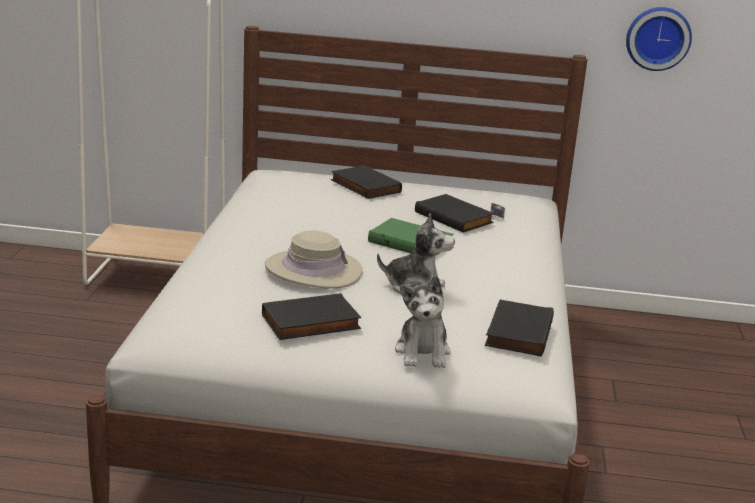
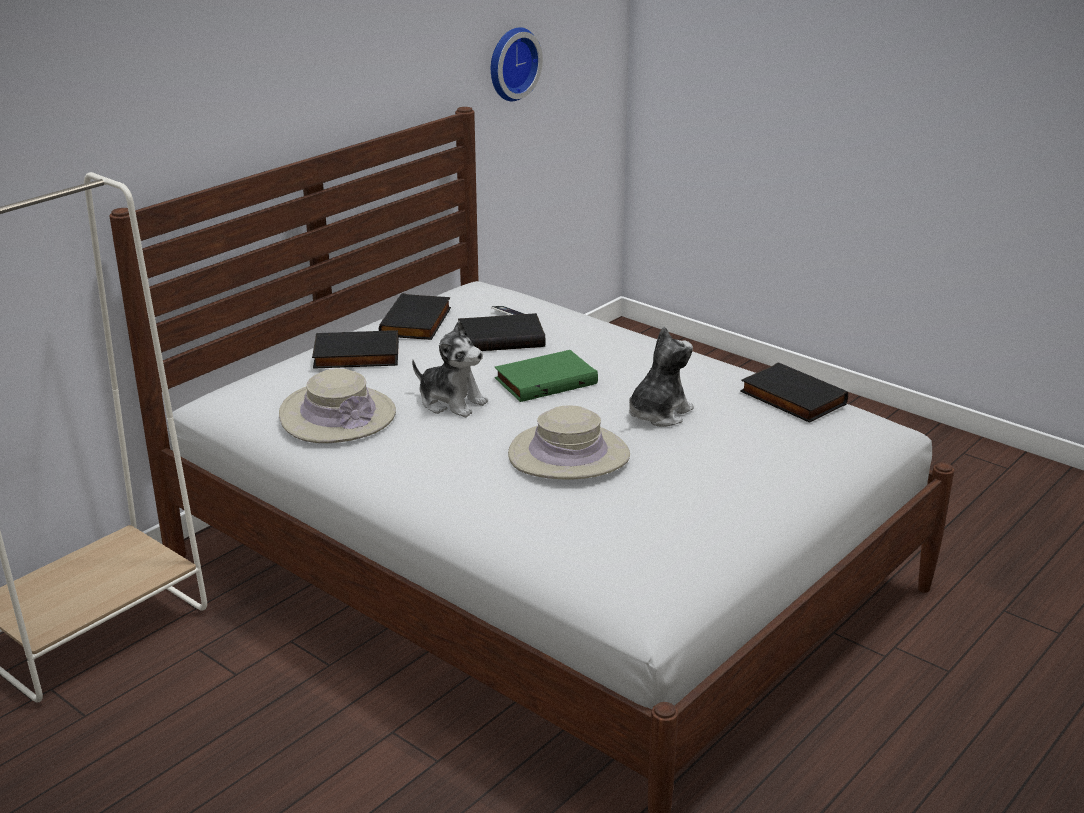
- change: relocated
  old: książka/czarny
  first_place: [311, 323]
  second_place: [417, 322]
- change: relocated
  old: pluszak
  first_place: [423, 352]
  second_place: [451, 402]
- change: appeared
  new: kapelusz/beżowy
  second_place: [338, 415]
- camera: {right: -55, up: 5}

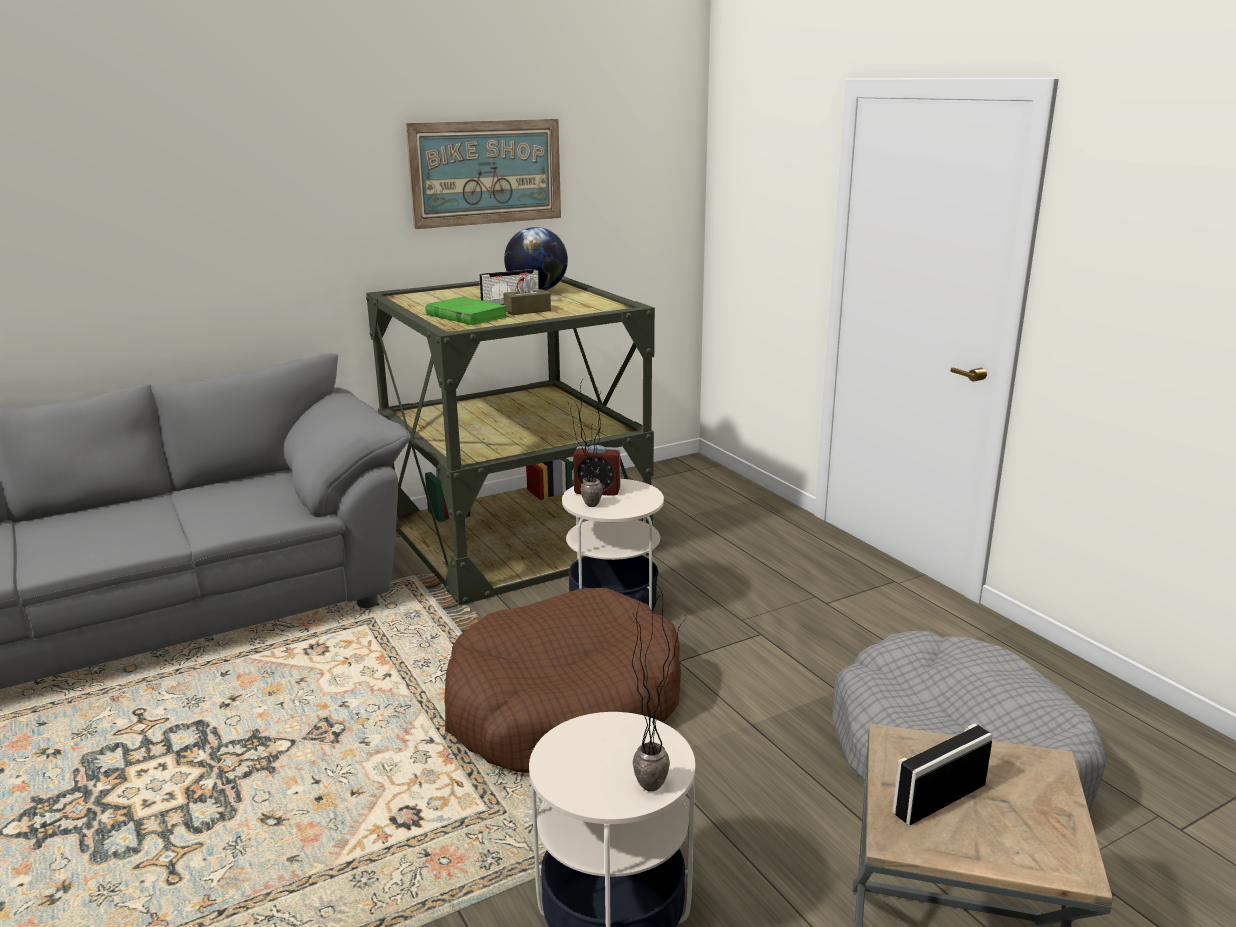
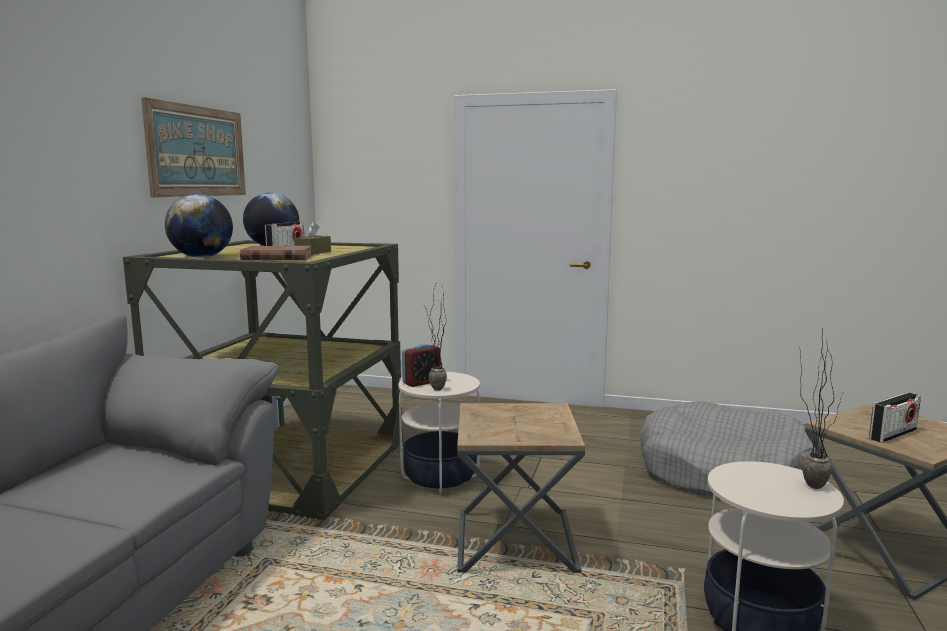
- change: colour
  old: książka/zielony
  new: książka/brązowy
  first_place: [466, 316]
  second_place: [277, 258]
- change: exchanged
  old: legowisko/brązowy
  new: stolik/brązowy
  first_place: [564, 706]
  second_place: [515, 541]
- change: spun
  old: radio
  first_place: [939, 799]
  second_place: [893, 434]
  degrees: -135
- change: appeared
  new: globus
  second_place: [202, 257]
- camera: {right: -45, up: -10}

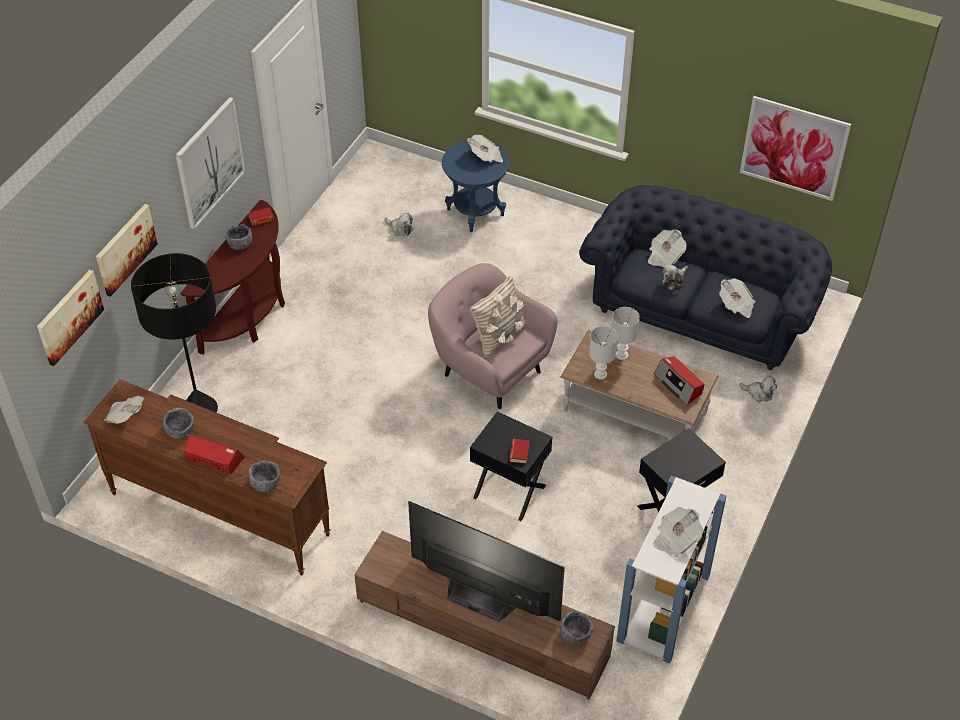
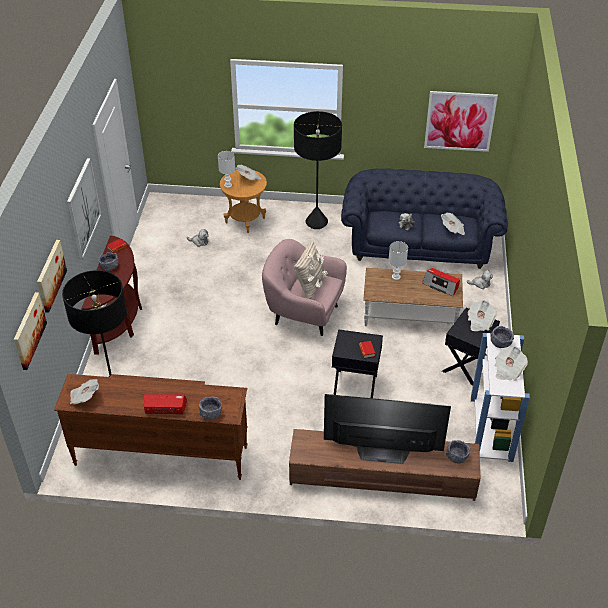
- change: relocated
  old: miska/szary
  first_place: [180, 430]
  second_place: [500, 342]
- change: colour
  old: stolik/niebieski
  new: stolik/brązowy
  first_place: [475, 212]
  second_place: [245, 220]
- change: relocated
  old: lampa stołowa/biały
  first_place: [601, 374]
  second_place: [228, 185]
- change: relocated
  old: gazeta
  first_place: [664, 256]
  second_place: [480, 322]
- change: appeared
  new: lampa stojąca/czarny
  second_place: [316, 223]
- camera: {right: -20, up: -5}

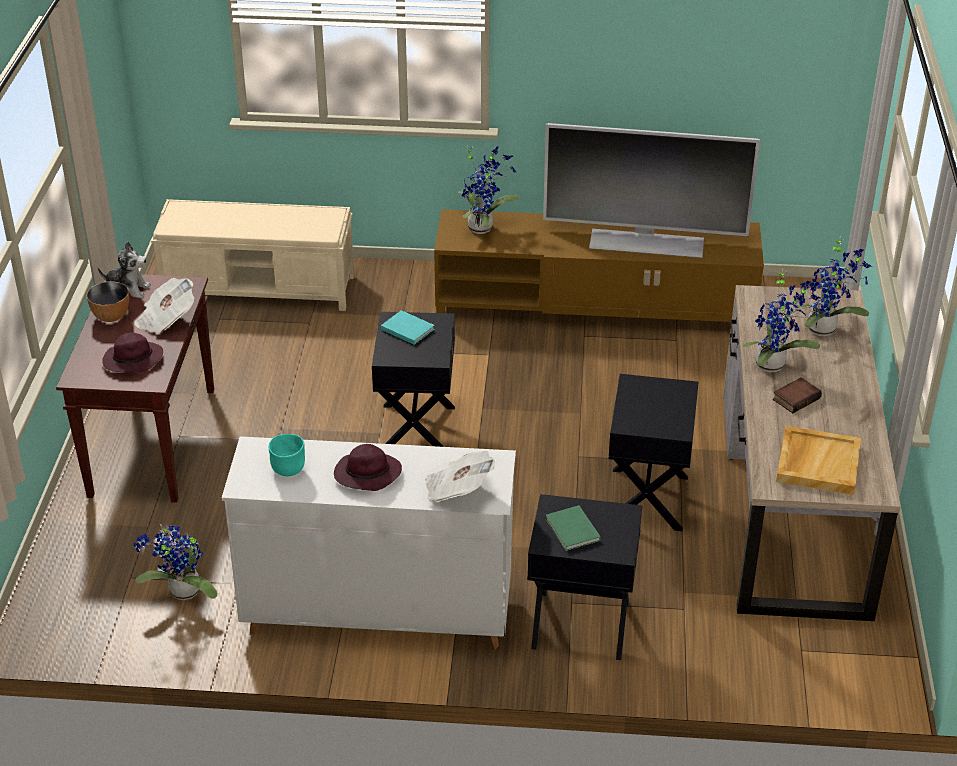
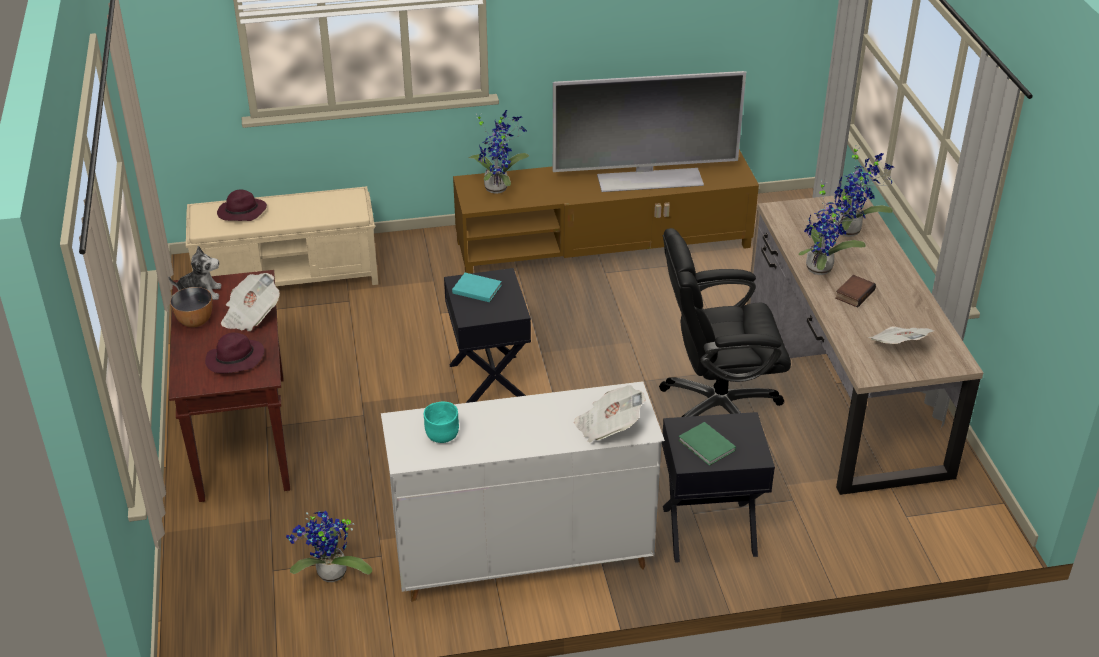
- change: relocated
  old: kapelusz/fioletowy
  first_place: [366, 475]
  second_place: [241, 213]
- change: exchanged
  old: stolik/czarny
  new: krzesło biurowe/czarny
  first_place: [645, 499]
  second_place: [718, 408]
- change: exchanged
  old: taca/beżowy
  new: gazeta
  first_place: [817, 463]
  second_place: [898, 347]
- camera: {right: -15, up: 0}

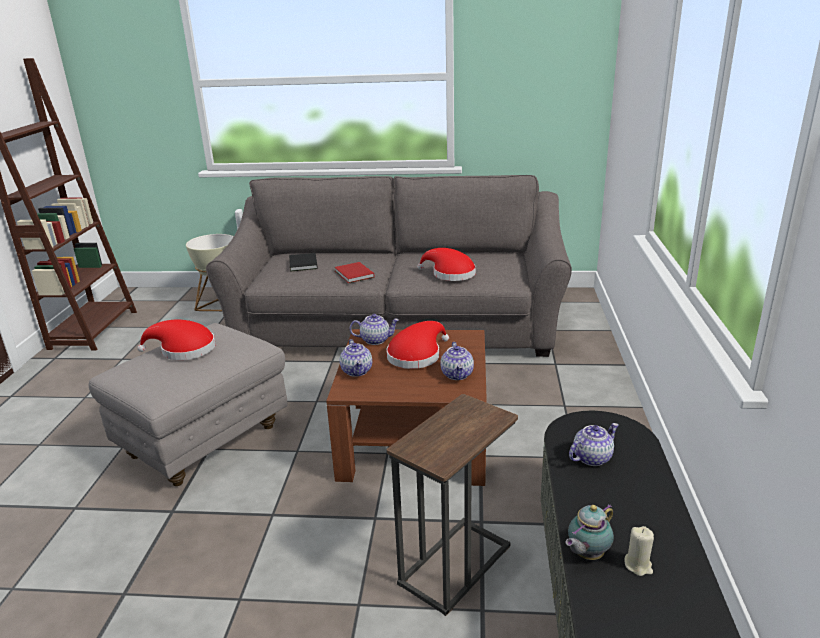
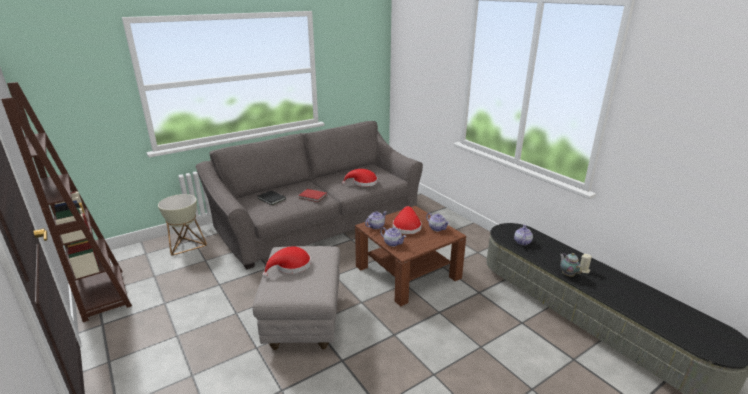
- change: missing
  old: stolik/brązowy
  first_place: [455, 566]
- change: spun
  old: imbryk
  first_place: [586, 554]
  second_place: [567, 274]
  degrees: 150
- camera: {right: -40, up: 0}

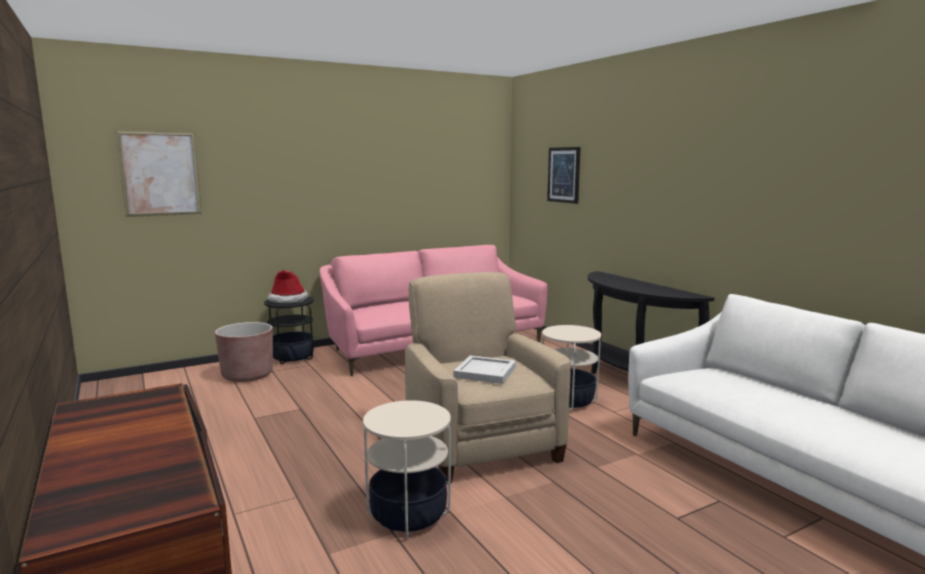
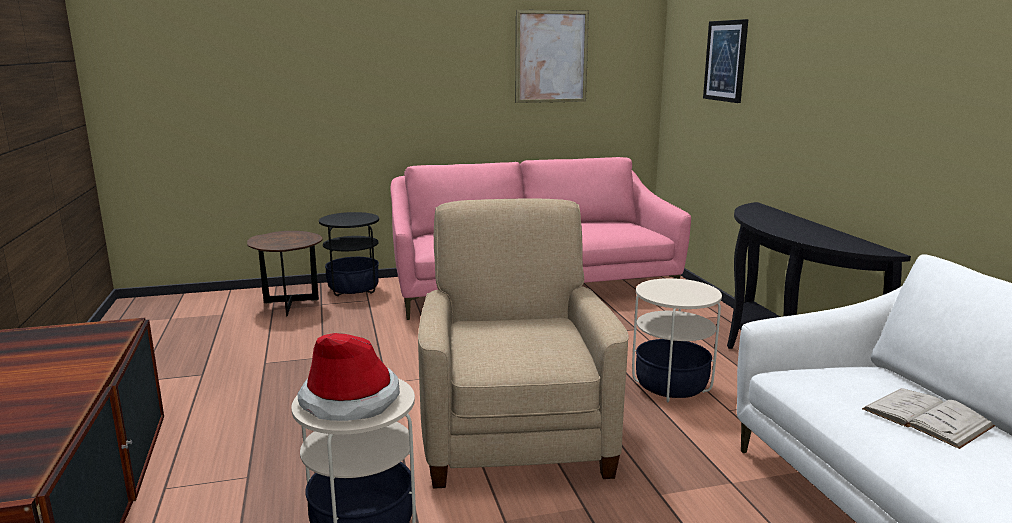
- change: relocated
  old: obraz
  first_place: [160, 174]
  second_place: [551, 57]
- change: exchanged
  old: donica/brązowy
  new: stolik/brązowy
  first_place: [247, 375]
  second_place: [290, 307]
- change: relocated
  old: kapelusz
  first_place: [288, 300]
  second_place: [350, 400]
- change: missing
  old: taca/biały
  first_place: [484, 372]
- change: appeared
  new: książka/biały
  second_place: [926, 417]
- camera: {right: 15, up: 5}

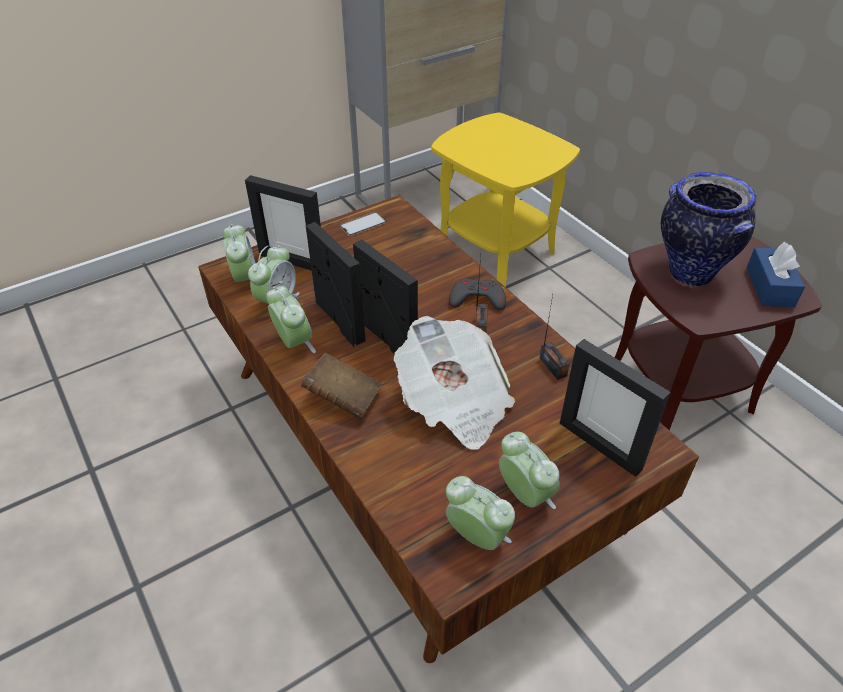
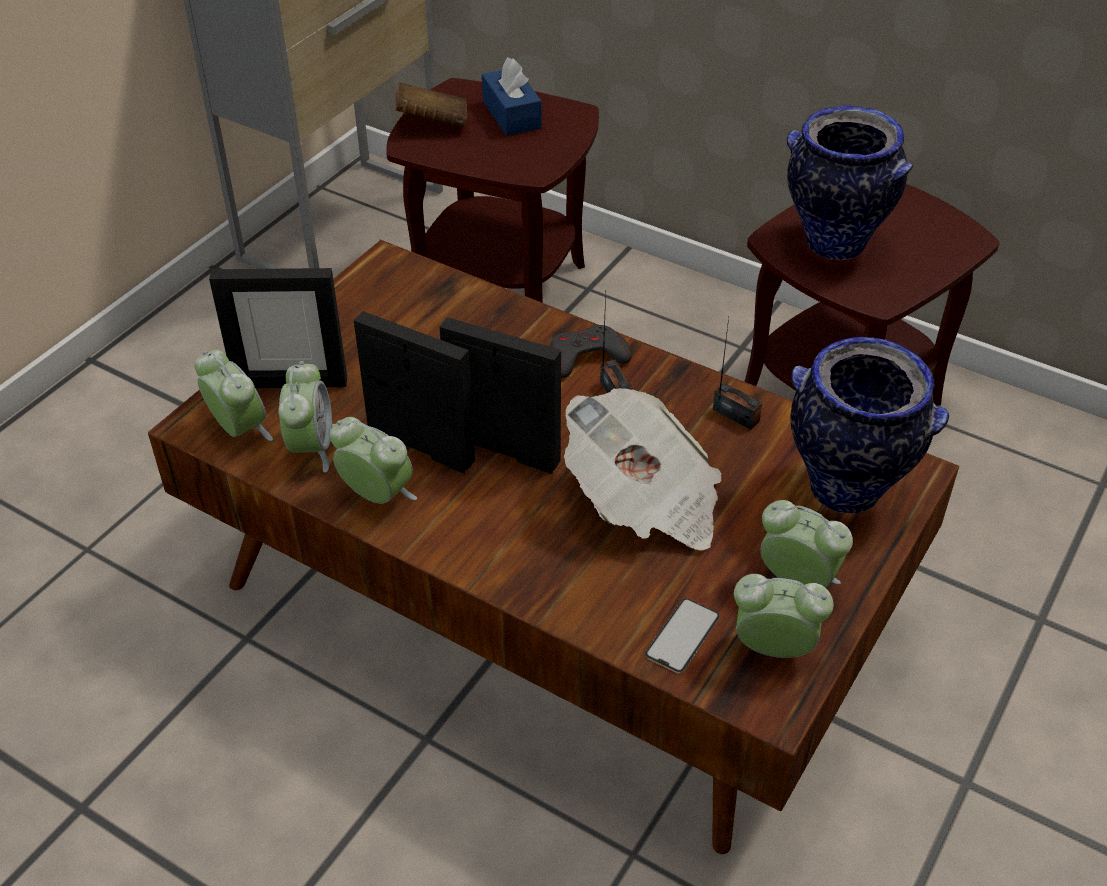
- change: relocated
  old: książka/brązowy
  first_place: [343, 398]
  second_place: [432, 123]
- change: relocated
  old: telefon
  first_place: [363, 224]
  second_place: [682, 636]
- change: colour
  old: stolik/żółty
  new: stolik/brązowy
  first_place: [496, 250]
  second_place: [500, 284]
- change: exchanged
  old: ramka na zdjęcie
  new: wazon
  first_place: [601, 444]
  second_place: [847, 490]
- change: relocated
  old: pudełko chusteczek/niebieski
  first_place: [769, 287]
  second_place: [511, 114]
- camera: {right: -25, up: 0}

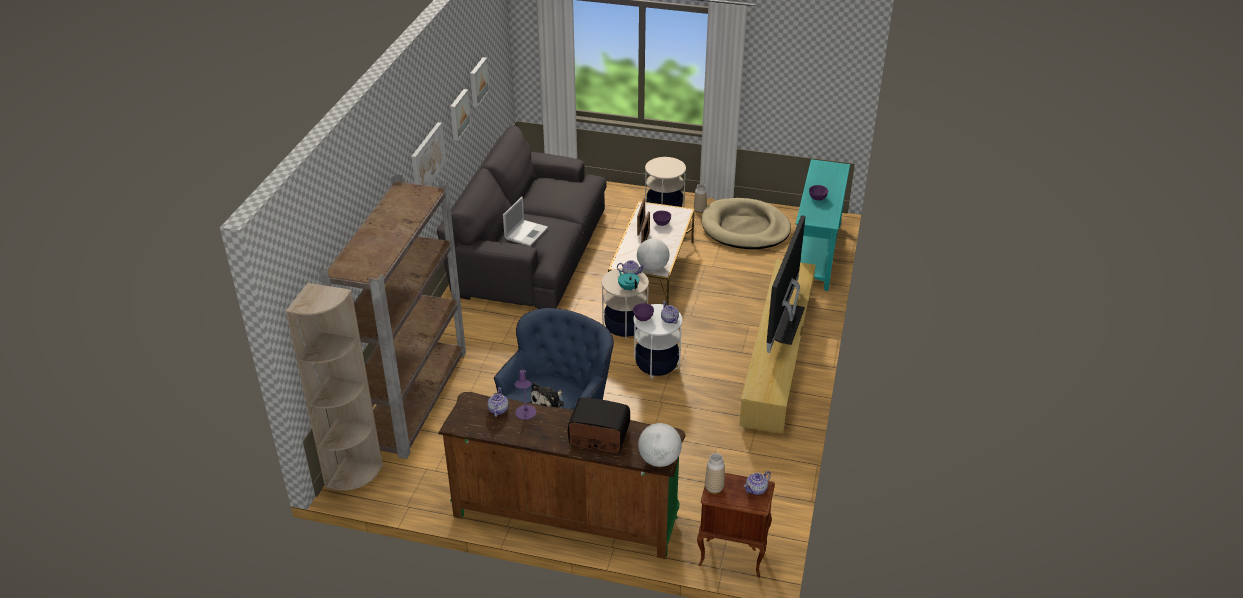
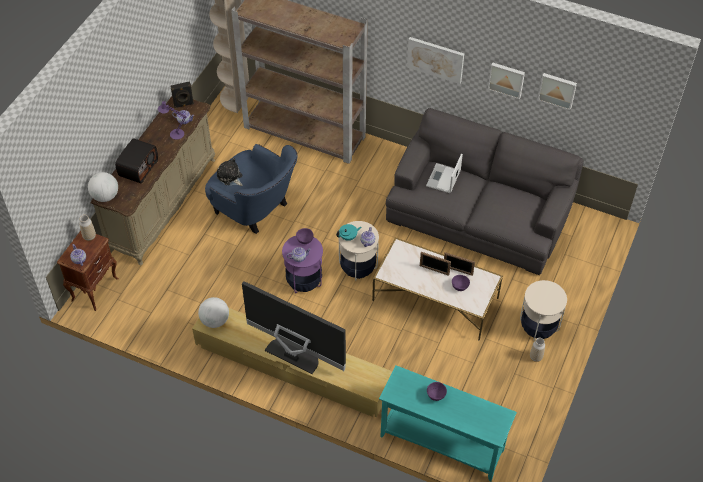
- change: colour
  old: szafka/zielony
  new: szafka/beżowy
  first_place: [566, 515]
  second_place: [164, 205]
- change: spun
  old: laptop
  first_place: [526, 233]
  second_place: [443, 179]
  degrees: 75
- change: colour
  old: stolik/biały
  new: stolik/fioletowy
  first_place: [656, 366]
  second_place: [304, 280]
- change: relocated
  old: globus
  first_place: [652, 268]
  second_place: [215, 320]
- change: missing
  old: legowisko/beżowy
  first_place: [745, 228]
- change: appeared
  new: głośnik/czarny
  second_place: [183, 105]
- camera: {right: 100, up: 15}

